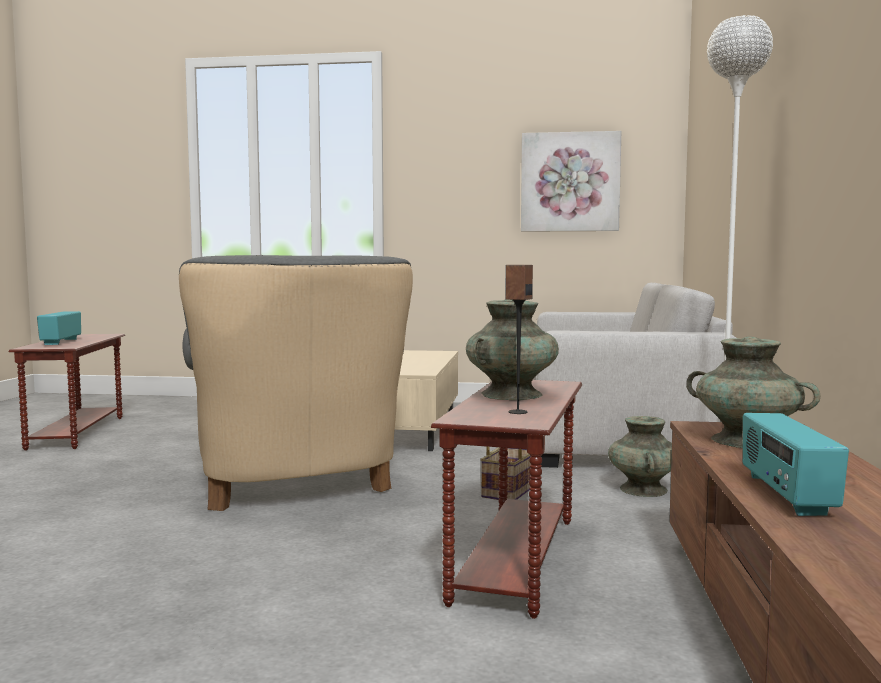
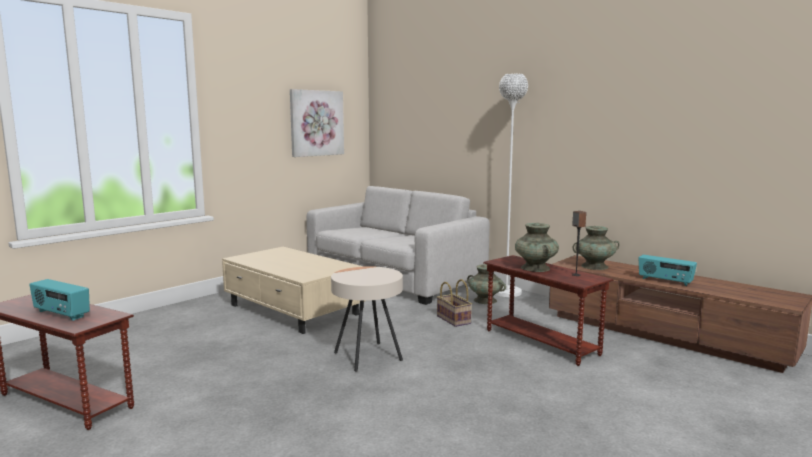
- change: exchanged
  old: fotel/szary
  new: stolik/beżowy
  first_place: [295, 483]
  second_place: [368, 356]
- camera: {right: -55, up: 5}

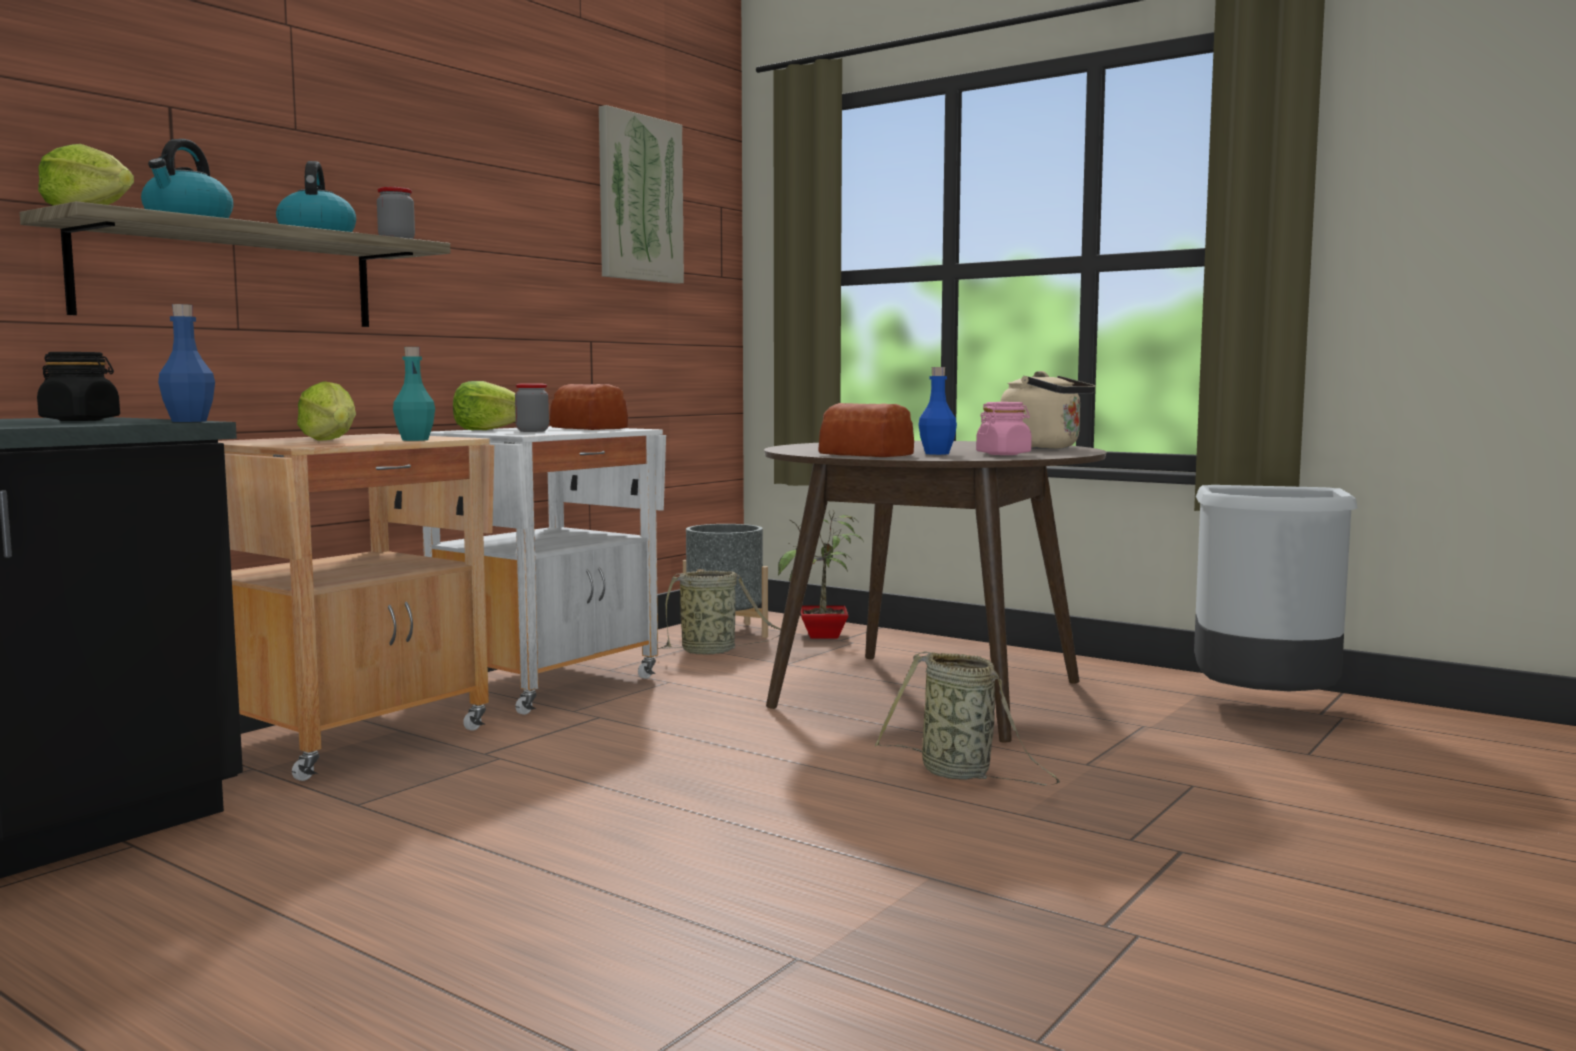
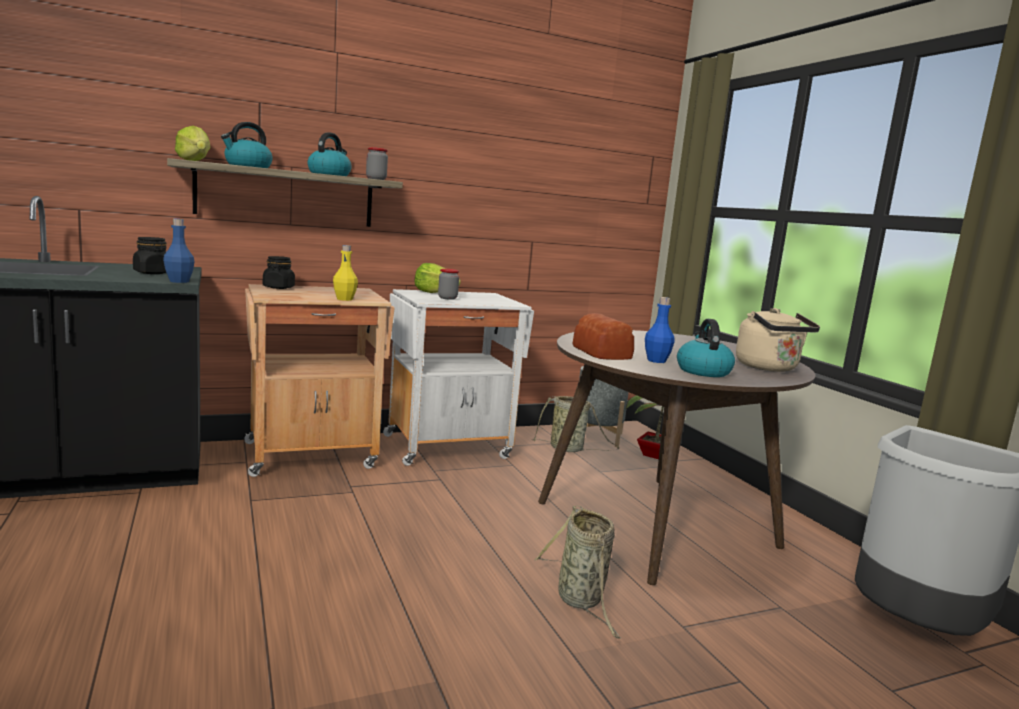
- change: missing
  old: sałata
  first_place: [331, 440]
- change: colour
  old: butelka/turkusowy
  new: butelka/żółty
  first_place: [415, 440]
  second_place: [344, 299]
- change: missing
  old: chleb
  first_place: [589, 428]
- change: missing
  old: obraz
  first_place: [639, 199]
- change: exchanged
  old: słoik/różowy
  new: czajnik
  first_place: [1003, 454]
  second_place: [702, 371]
- change: appeared
  new: słoik/czarny
  second_place: [278, 287]
- camera: {right: 30, up: 5}

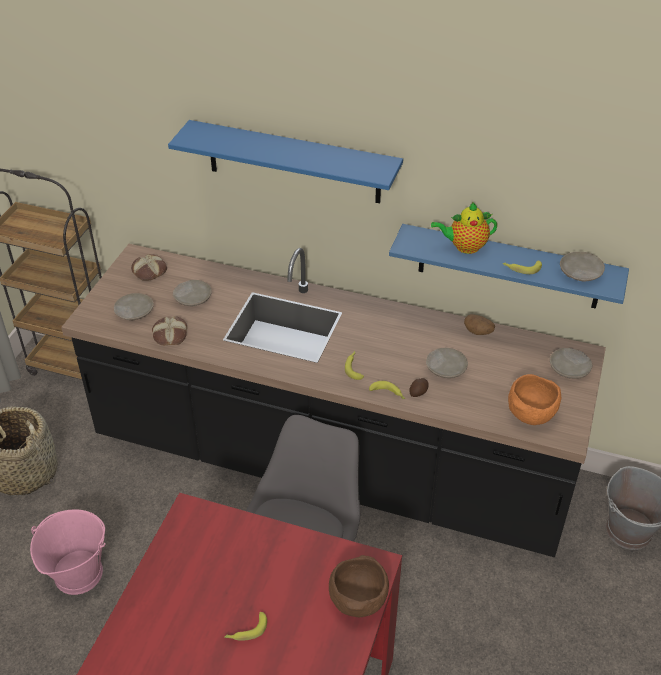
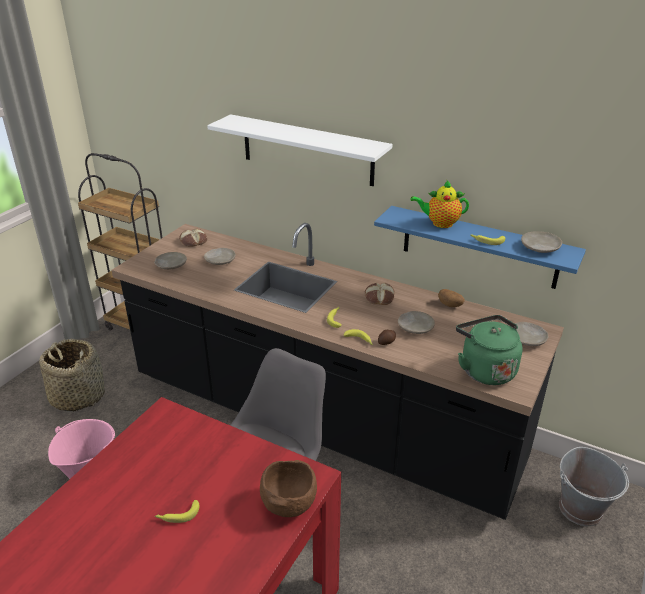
- change: relocated
  old: chleb
  first_place: [170, 335]
  second_place: [379, 297]
- change: colour
  old: półka/niebieski
  new: półka/biały
  first_place: [293, 162]
  second_place: [307, 150]
- change: exchanged
  old: miska/pomarańczowy
  new: czajnik/zielony
  first_place: [531, 414]
  second_place: [485, 369]
- camera: {right: 10, up: -10}

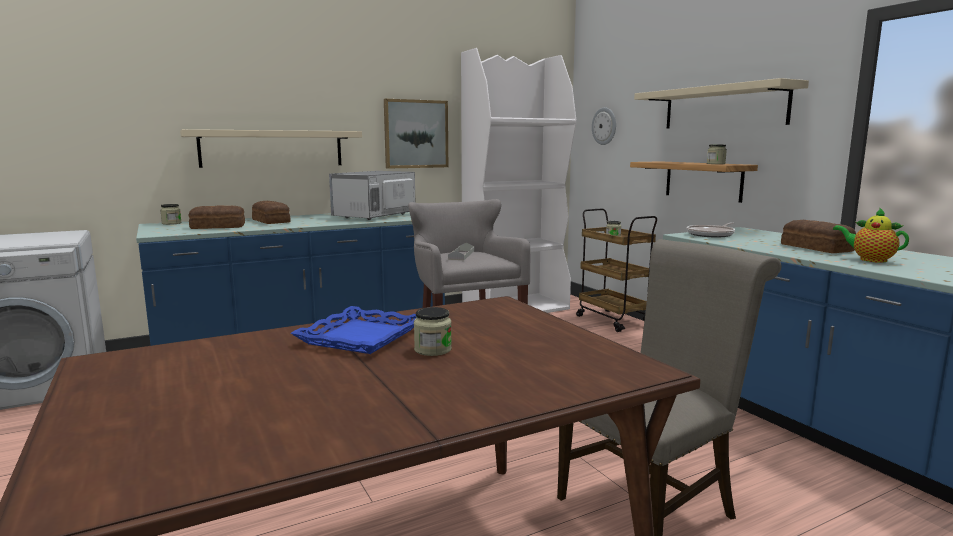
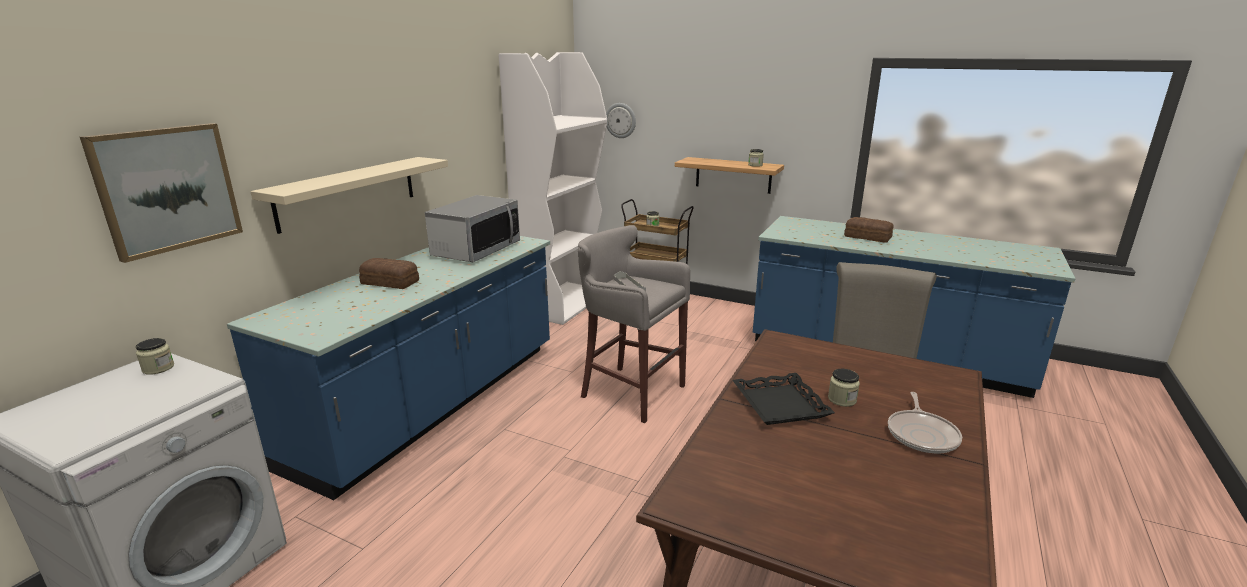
- change: relocated
  old: słoik
  first_place: [171, 223]
  second_place: [158, 368]
- change: missing
  old: chleb
  first_place: [218, 227]
- change: colour
  old: taca/niebieski
  new: taca/czarny
  first_place: [362, 337]
  second_place: [781, 404]
- change: spun
  old: mikrofalówka
  first_place: [375, 216]
  second_place: [476, 250]
  degrees: -150
- change: relocated
  old: obraz
  first_place: [416, 134]
  second_place: [167, 189]
- change: missing
  old: półka/beżowy
  first_place: [723, 107]
- change: relocated
  old: patelnia
  first_place: [711, 234]
  second_place: [922, 434]
- change: missing
  old: imbryk
  first_place: [869, 260]
- camera: {right: -35, up: 10}

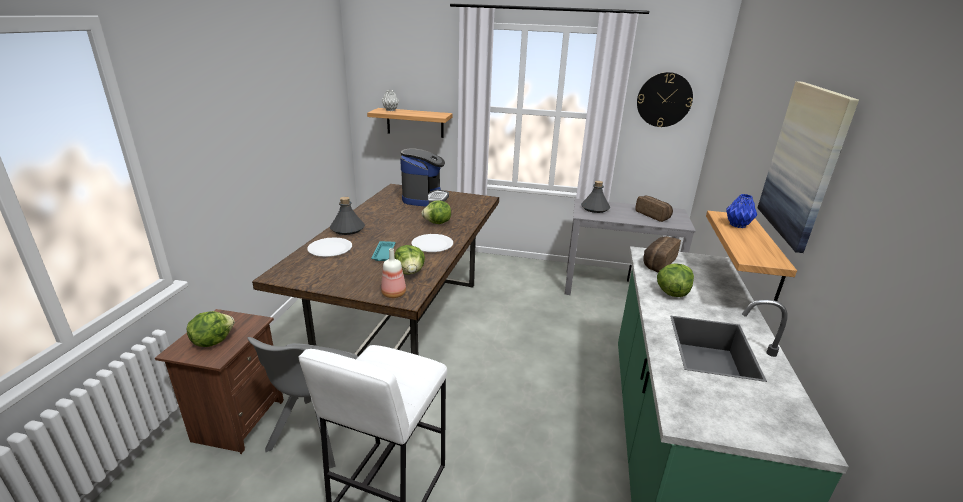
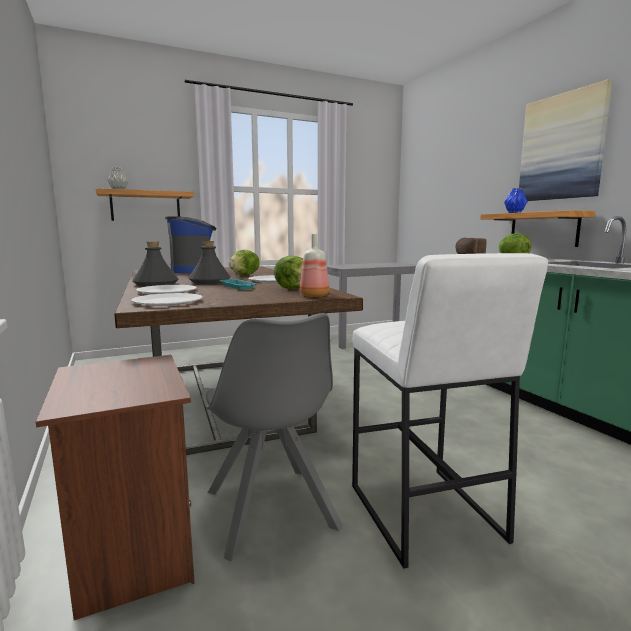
- change: missing
  old: sałata
  first_place: [212, 341]
- change: relocated
  old: butelka/szary
  first_place: [595, 208]
  second_place: [209, 282]
- change: missing
  old: chleb
  first_place: [653, 215]
- change: missing
  old: zegar ścienny
  first_place: [664, 100]
- change: appeared
  new: talerz/biały
  second_place: [168, 301]
- camera: {right: -35, up: -15}

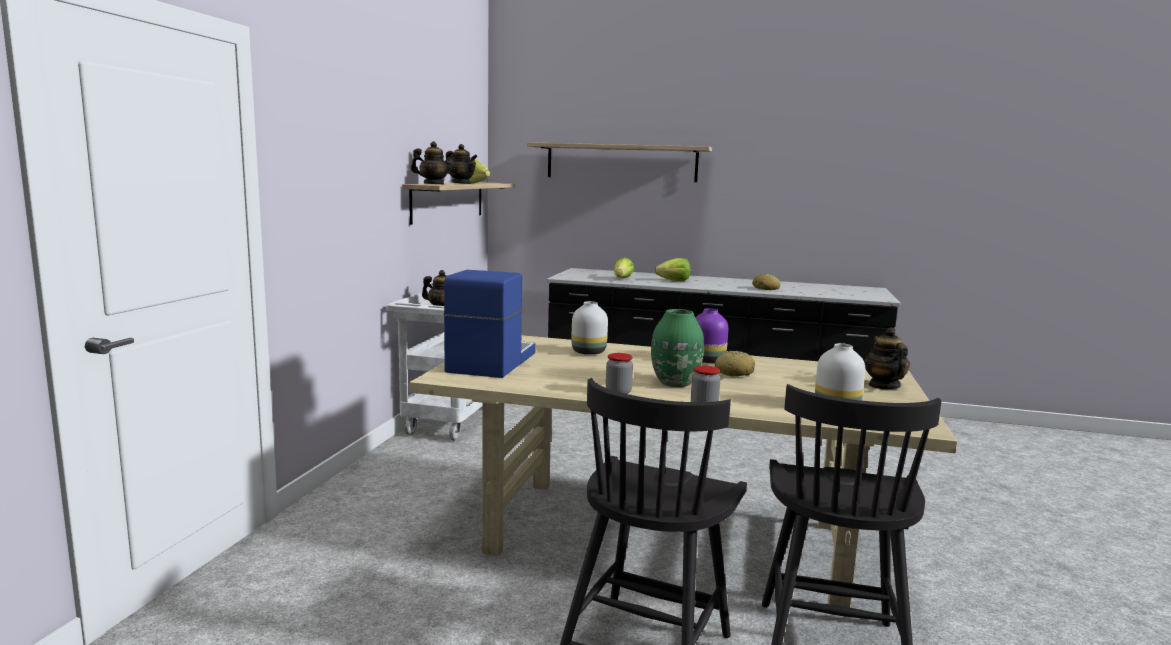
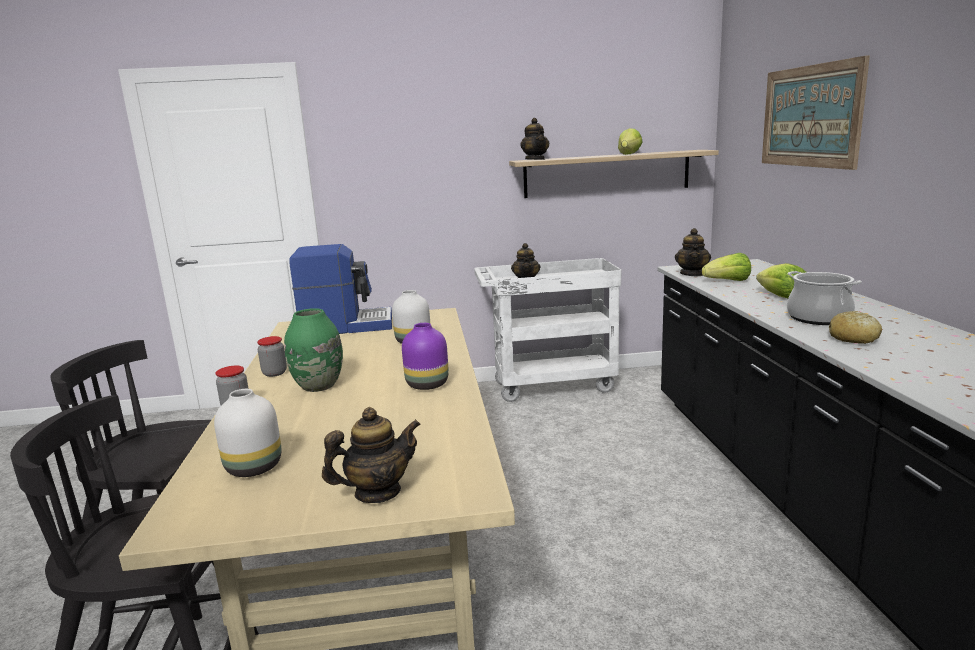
- change: relocated
  old: imbryk
  first_place: [461, 183]
  second_place: [692, 274]
- change: exchanged
  old: półka
  new: obraz
  first_place: [621, 162]
  second_place: [810, 116]
- change: missing
  old: chleb
  first_place: [734, 372]
- change: appeared
  new: garnek
  second_place: [819, 318]
- camera: {right: 70, up: 5}

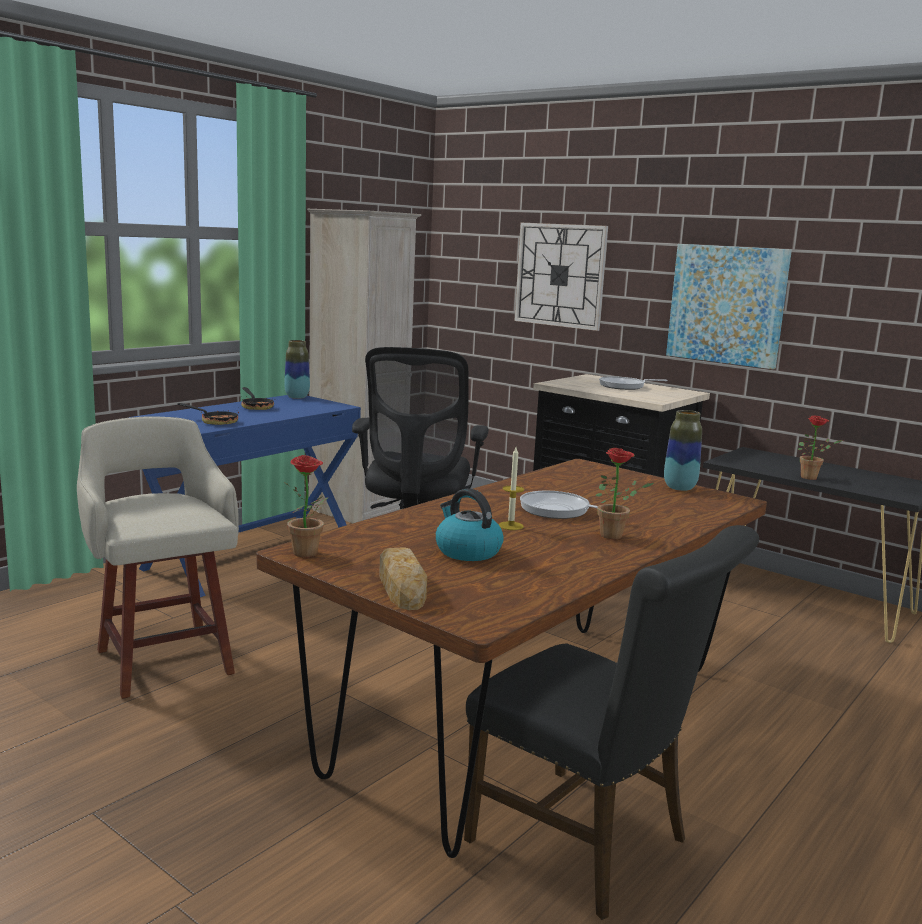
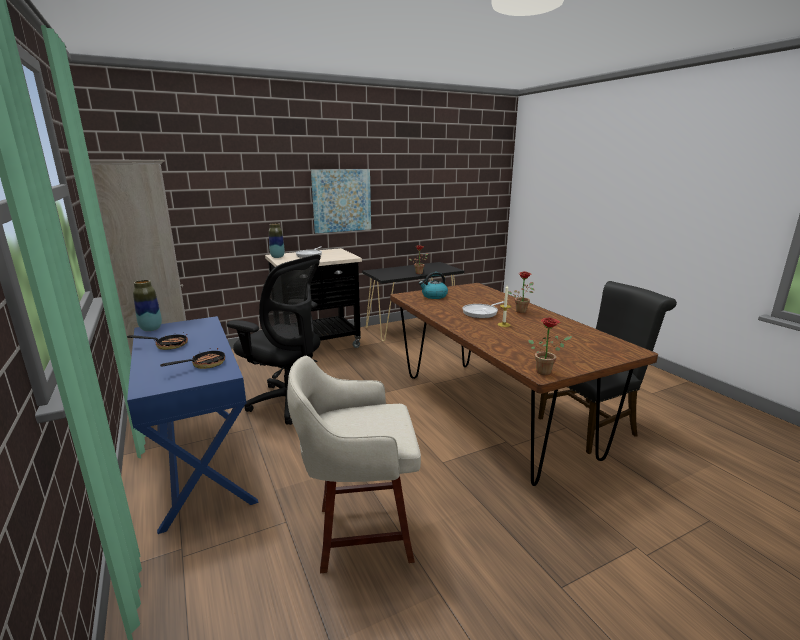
- change: missing
  old: chleb
  first_place: [401, 586]
- change: relocated
  old: czajnik
  first_place: [467, 551]
  second_place: [434, 296]
- change: missing
  old: zegar ścienny
  first_place: [560, 275]
- change: relocated
  old: wazon
  first_place: [679, 488]
  second_place: [277, 257]
- camera: {right: -65, up: 5}

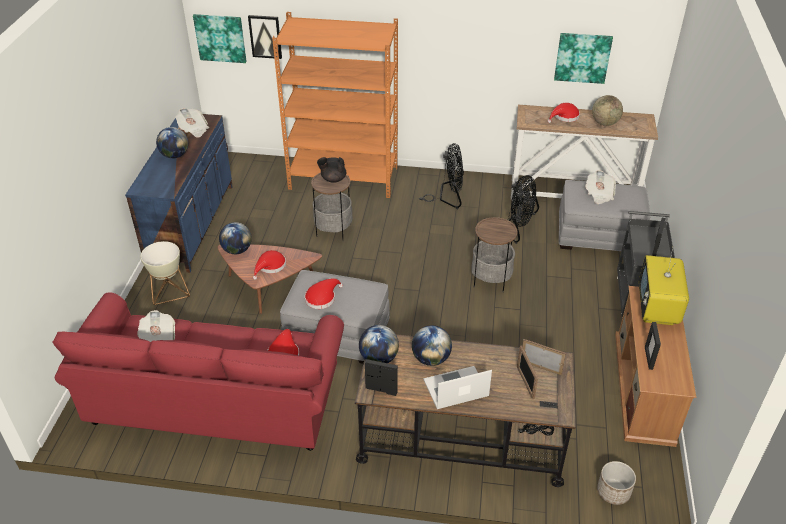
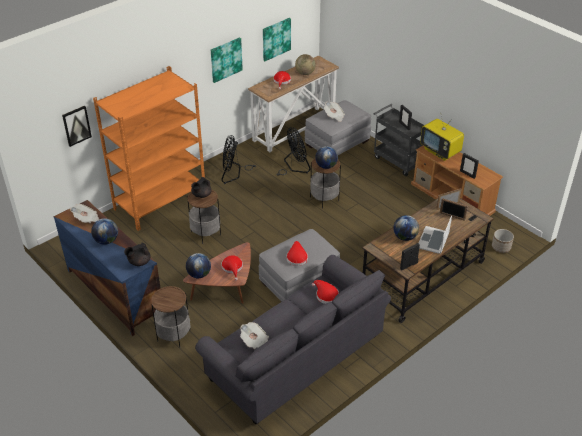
- change: colour
  old: kanapa/czerwony
  new: kanapa/szary
  first_place: [215, 401]
  second_place: [295, 359]
- change: exchanged
  old: donica
  new: stolik
  first_place: [170, 293]
  second_place: [174, 335]
- change: relocated
  old: obraz
  first_place: [220, 38]
  second_place: [226, 59]
- change: relocated
  old: globus
  first_place: [378, 358]
  second_place: [326, 166]
- change: spun
  old: wentylator/czarny
  first_place: [448, 194]
  second_place: [234, 171]
  degrees: -135
- change: appeared
  new: imbryk/czarny
  second_place: [139, 262]
- camera: {right: -50, up: 0}

